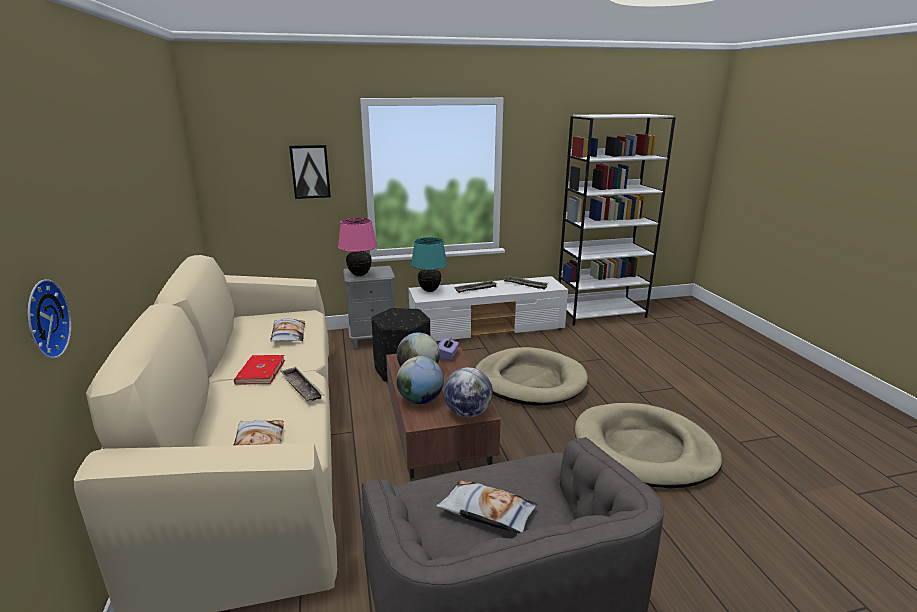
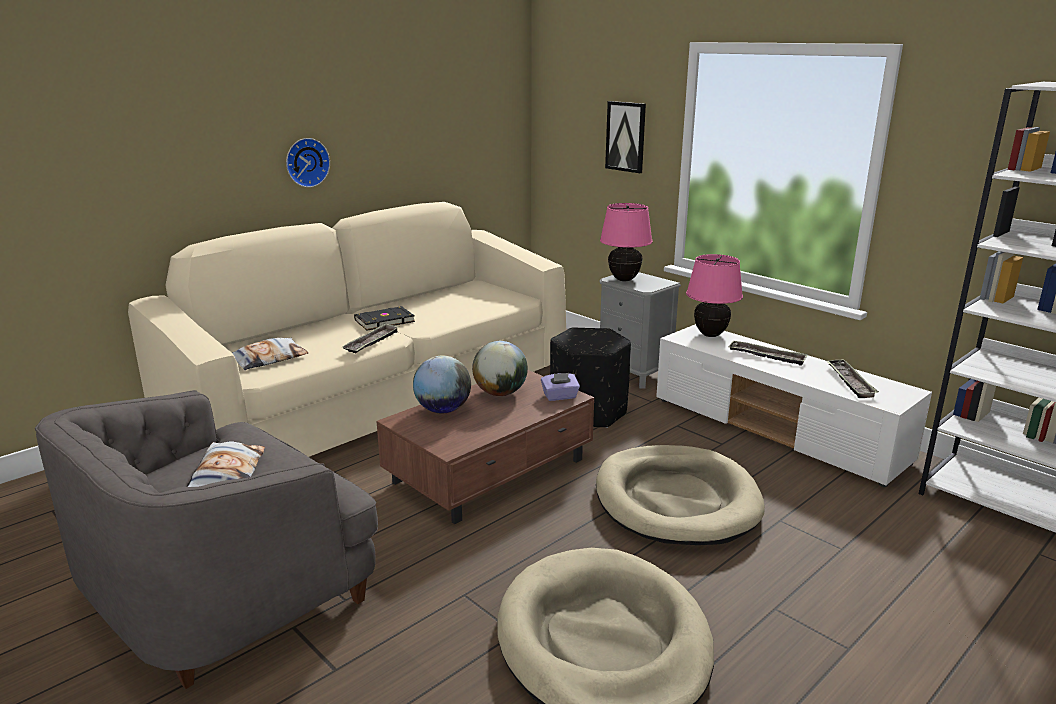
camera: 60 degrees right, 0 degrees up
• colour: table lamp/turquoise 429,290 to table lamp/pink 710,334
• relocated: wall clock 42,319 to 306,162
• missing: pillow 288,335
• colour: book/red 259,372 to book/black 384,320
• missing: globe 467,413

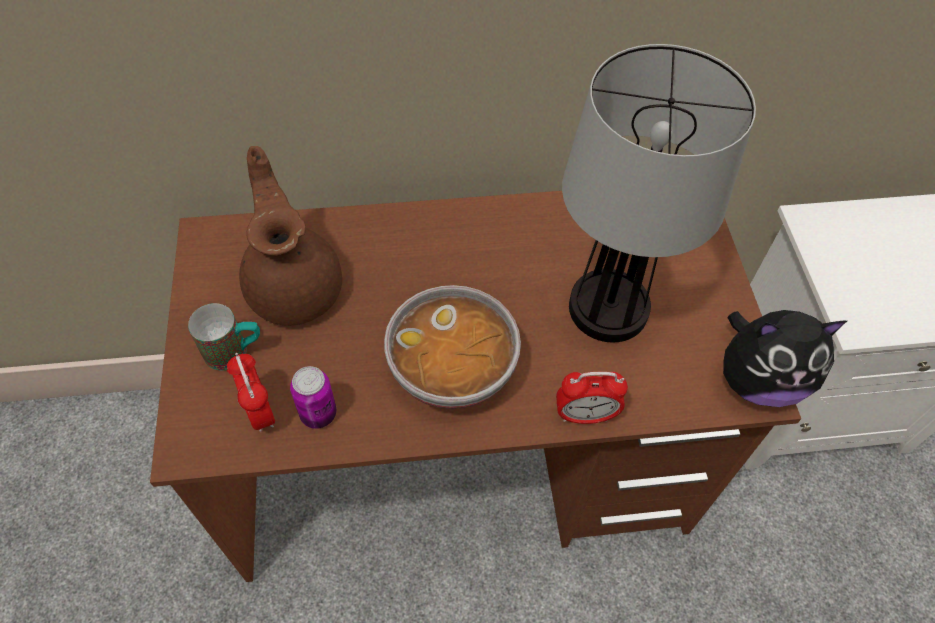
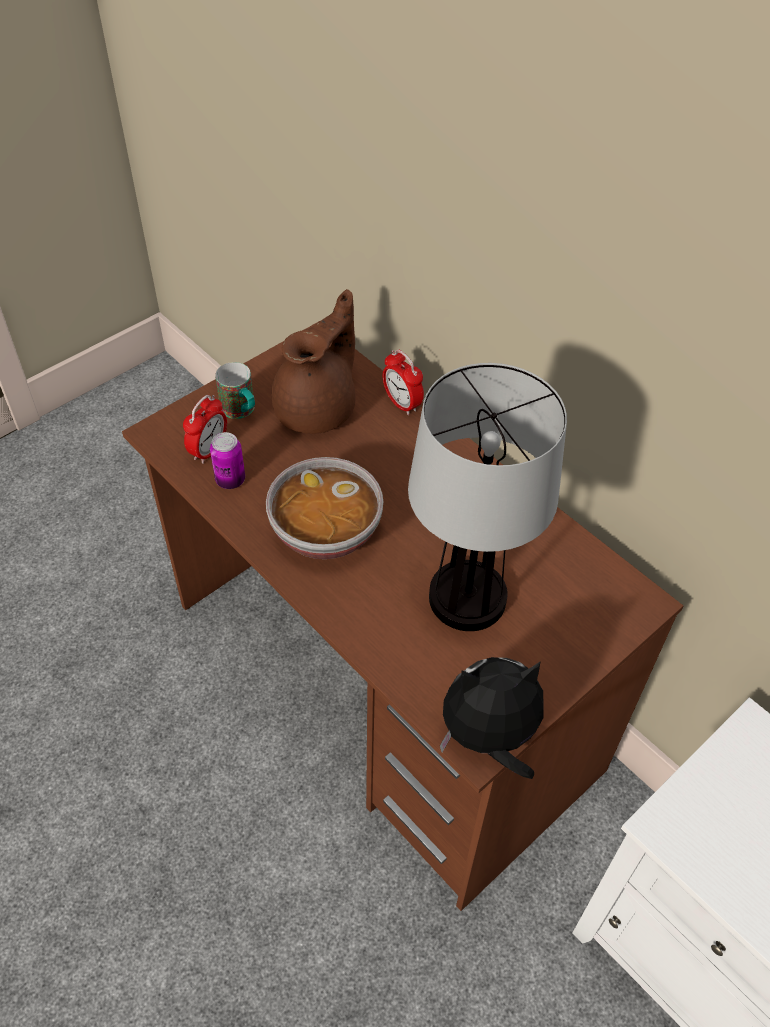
camera: 55 degrees right, 5 degrees down
• spun: plush toy 757,380 = 489,738 120 degrees clockwise
• relocated: alarm clock 585,415 to 402,404

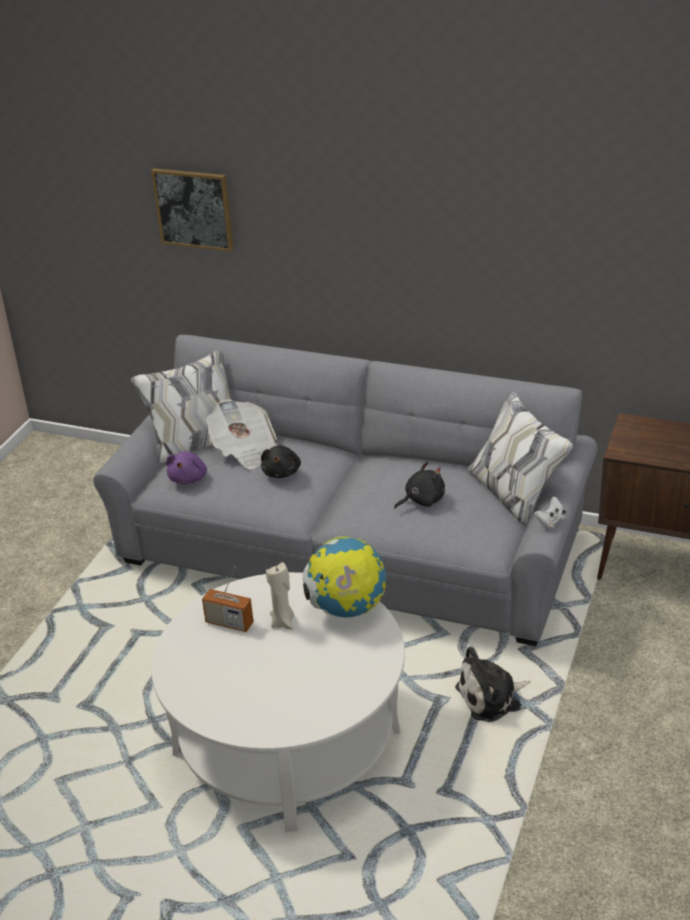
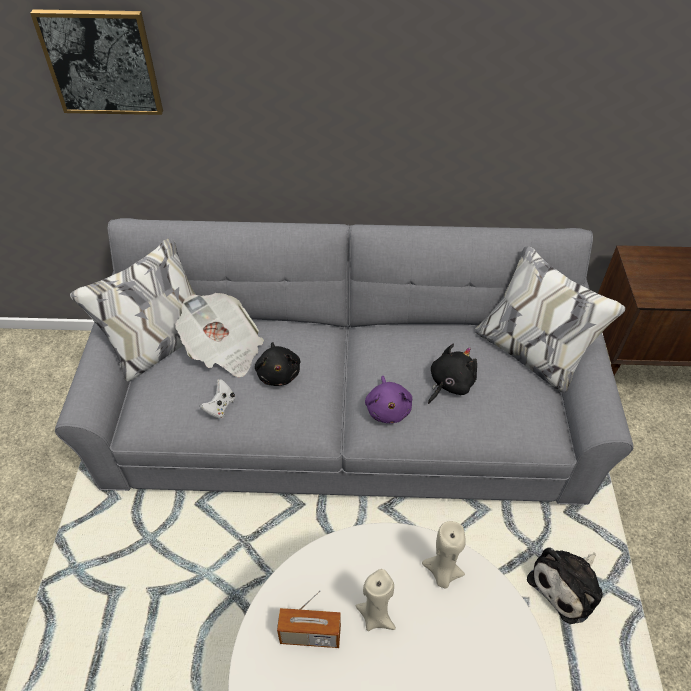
camera: 20 degrees left, 15 degrees up
• relocated: plush toy/purple 189,478 to 388,409
• relocated: game controller/white 550,522 to 220,407
• exchanged: globe 347,609 to candle/beige 442,573

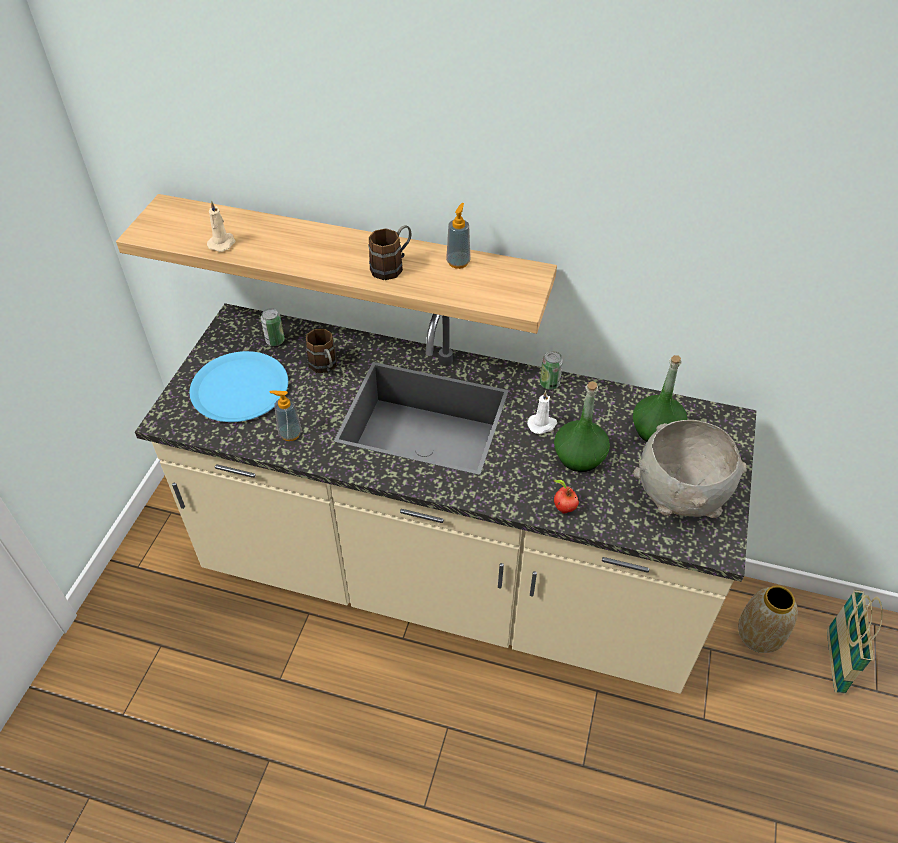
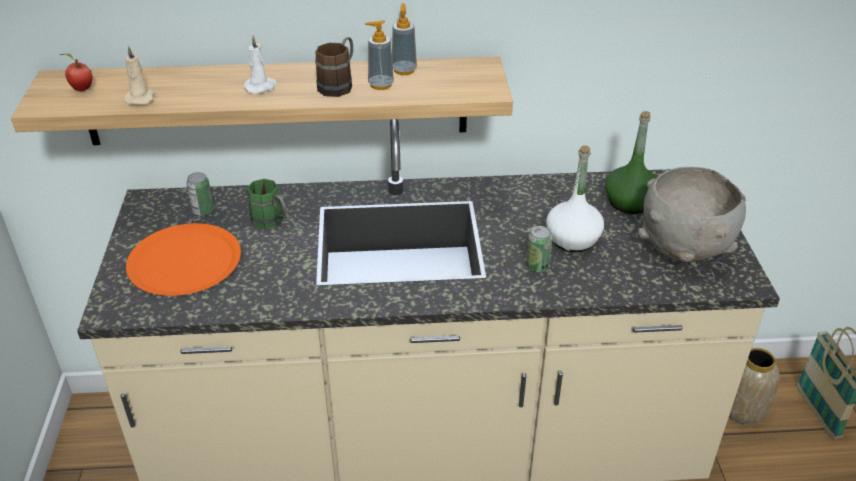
camera: 20 degrees left, 10 degrees down
• colour: mug/brown 325,367 to mug/green 272,222
• colour: plate/blue 240,388 to plate/orange 185,261
• relocated: can 549,383 to 537,266
• colour: bottle/green 579,457 to bottle/white 573,240
• relocated: soap dispenser 290,434 to 380,85
• relocated: candle/white 542,424 to 261,87
• relocated: apple 563,508 to 81,89

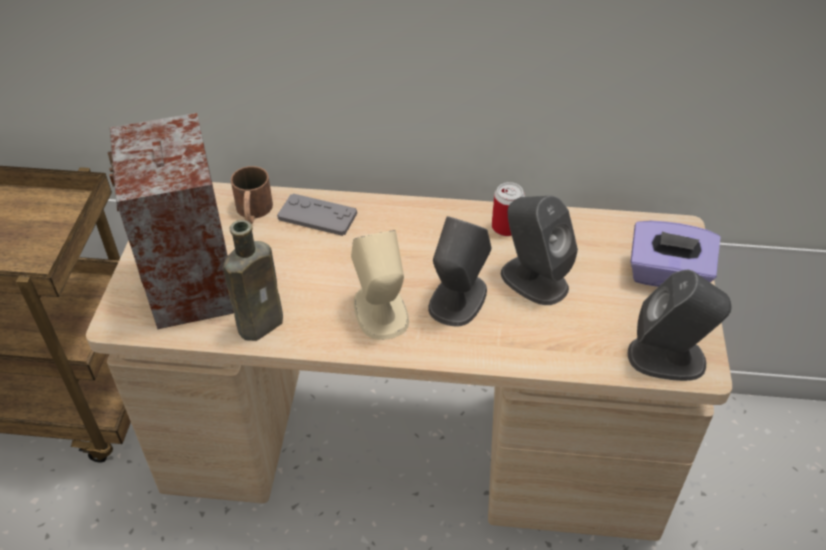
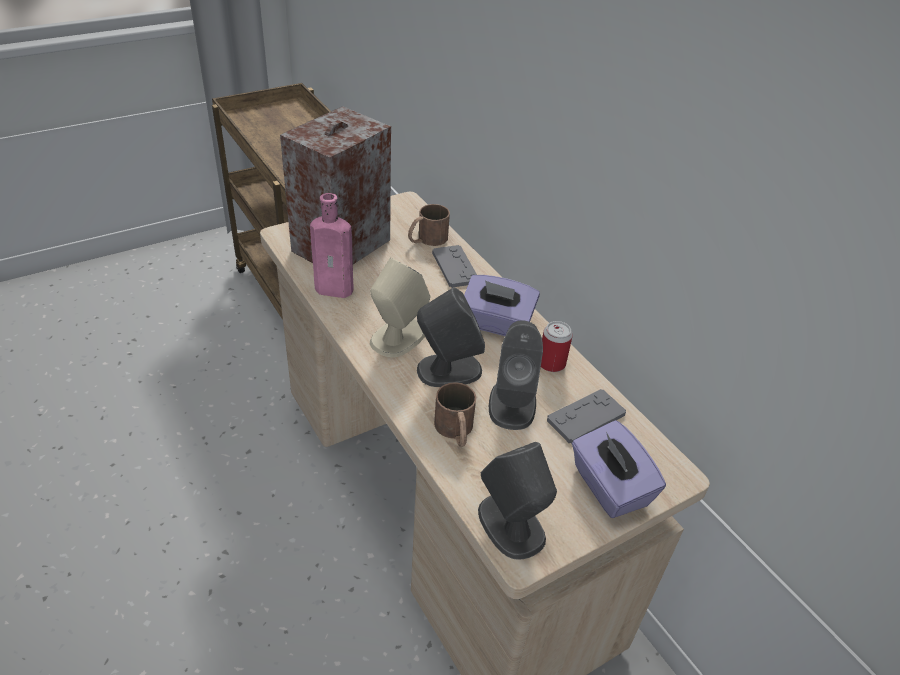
camera: 50 degrees right, 5 degrees down
• colour: bottle/brown 263,322 to bottle/pink 337,290
• appeared: tissue box/purple 496,324
• appeared: mug/brown 455,431
• appeared: game controller/grey 586,417

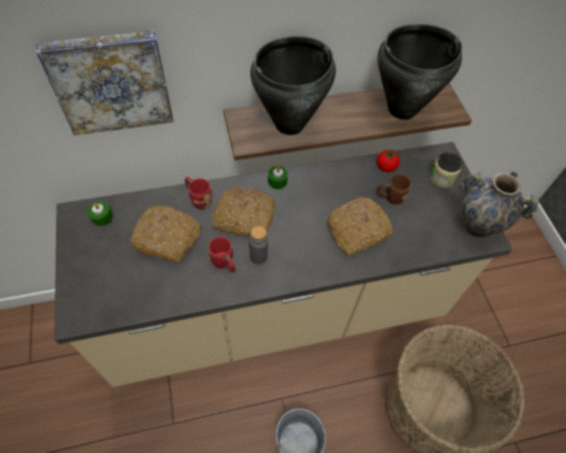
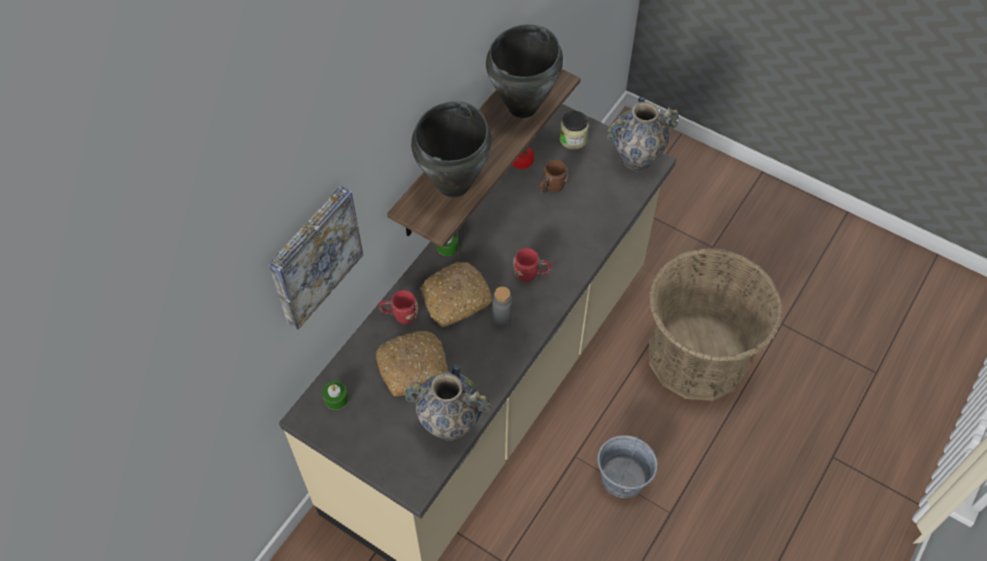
camera: 40 degrees left, 0 degrees up
• missing: bread 357,231
• relocated: mug/red 224,264 to 531,274
• appeared: vase 450,426

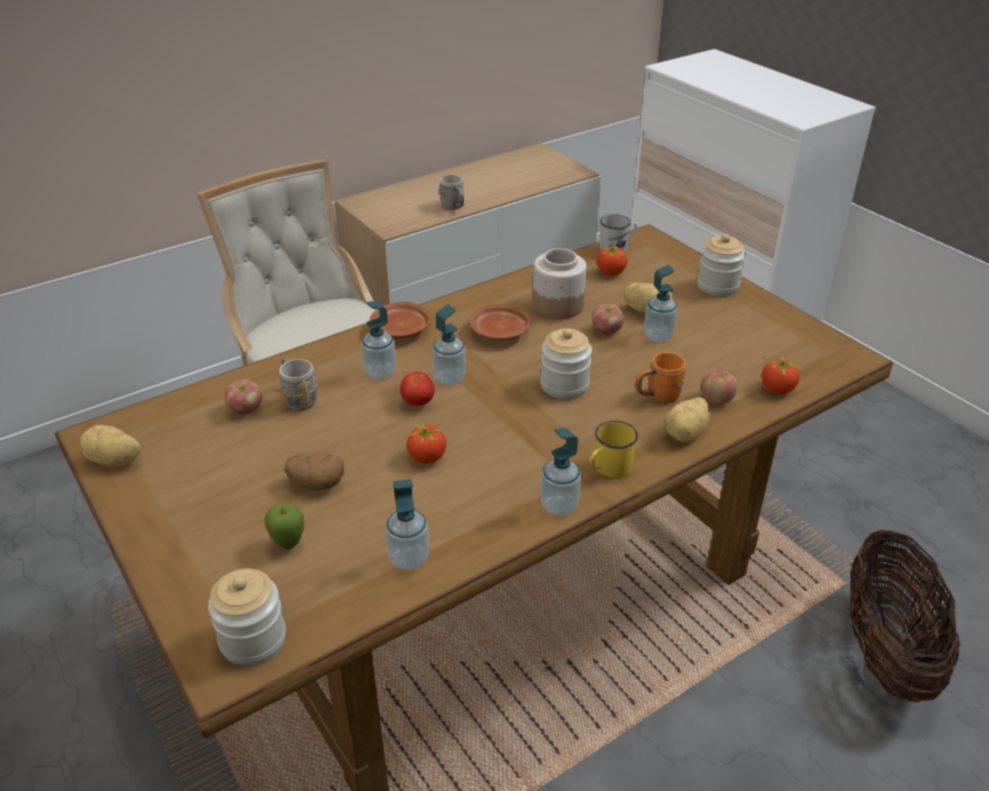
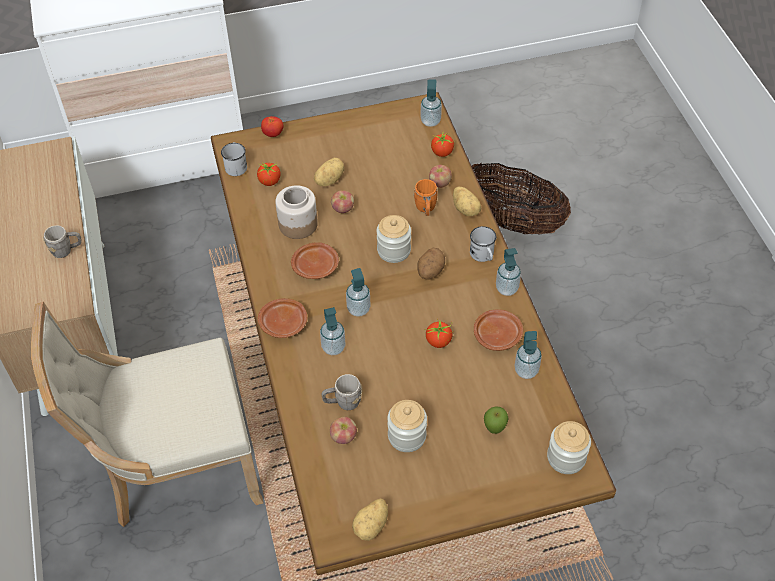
camera: 70 degrees left, 15 degrees up
• relocated: jar 717,286 to 407,436
• relocated: soap dispenser 658,336 to 430,121
• relocated: tomato 418,402 to 273,134
• colour: mug/yellow 608,468 to mug/white 483,256
• relocated: potato 316,484 to 430,271
• appeared: plate/brown 497,335

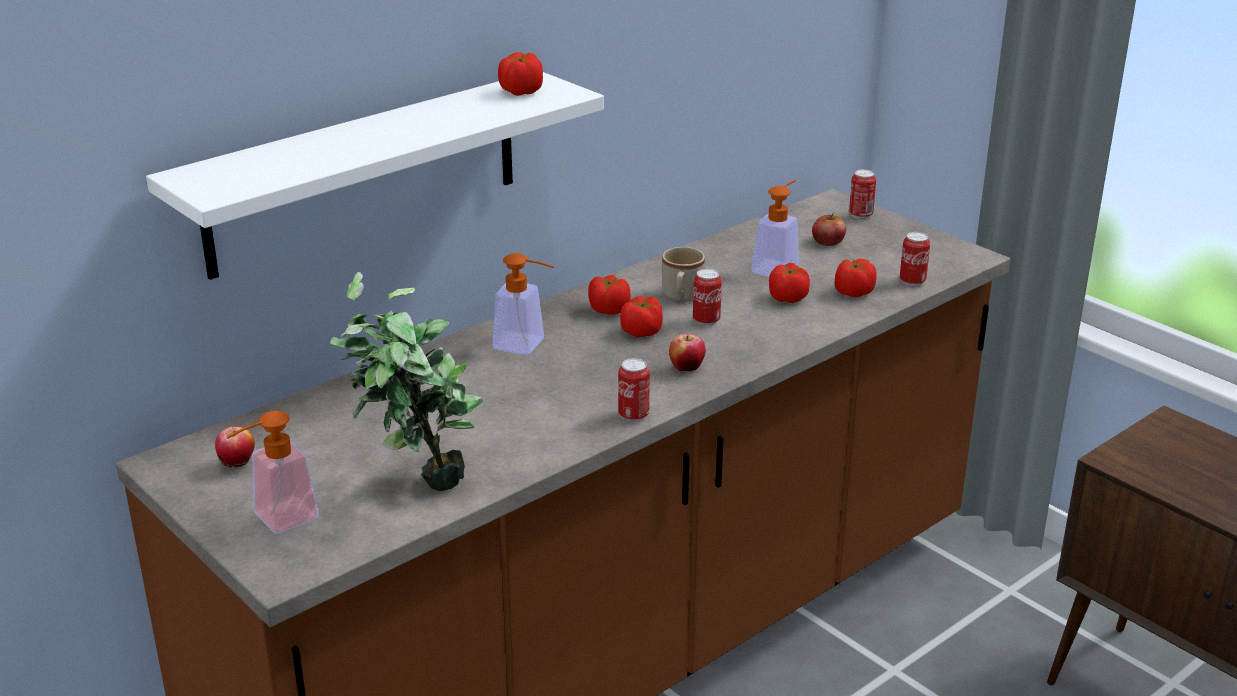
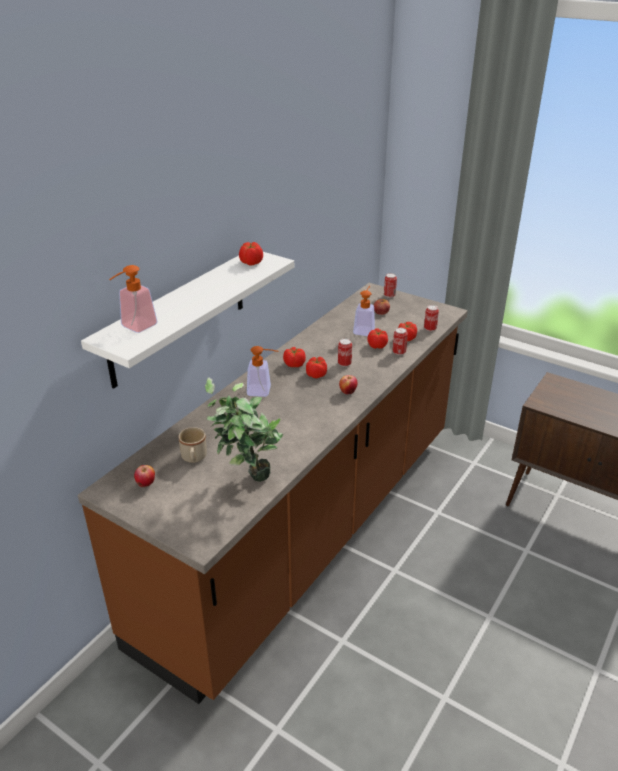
camera: 15 degrees left, 5 degrees up
• relocated: mug/beige 681,297 to 194,458
• relocated: can 633,415 to 399,352
• relocated: soap dispenser 276,520 to 134,327

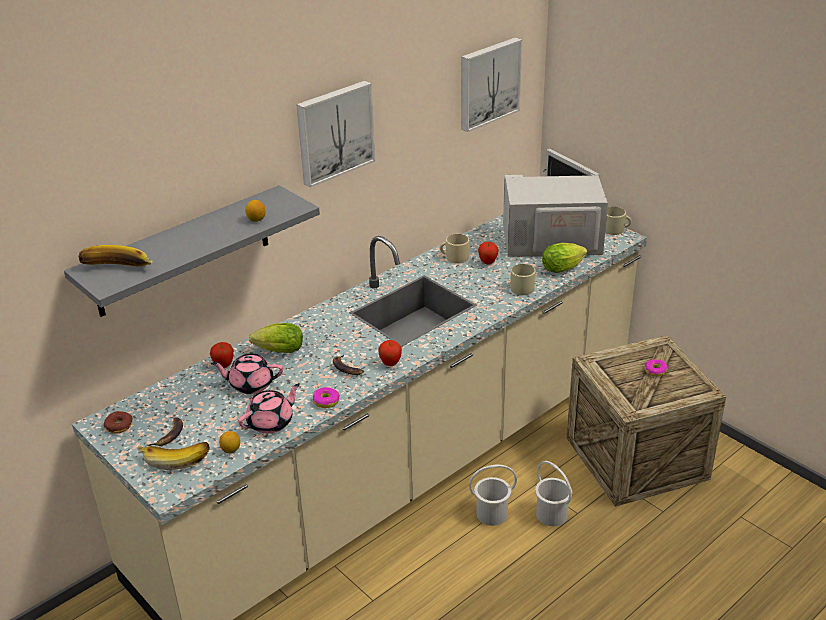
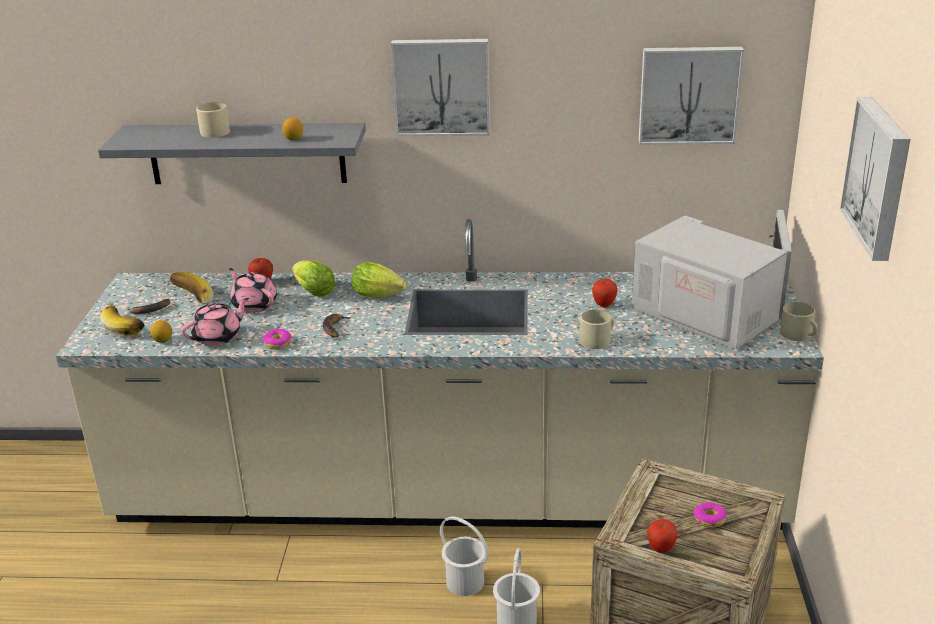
camera: 45 degrees right, 5 degrees down
• relocated: mug/beige 454,257 to 213,131
• relocated: lettuce 564,268 to 381,296
• relocated: banana 117,270 to 190,299
• relocated: apple 390,364 to 661,549
• spun: teapot/pink 271,422 = 218,337 45 degrees counterclockwise
• missing: donut 119,426
• appeared: picture 880,177

